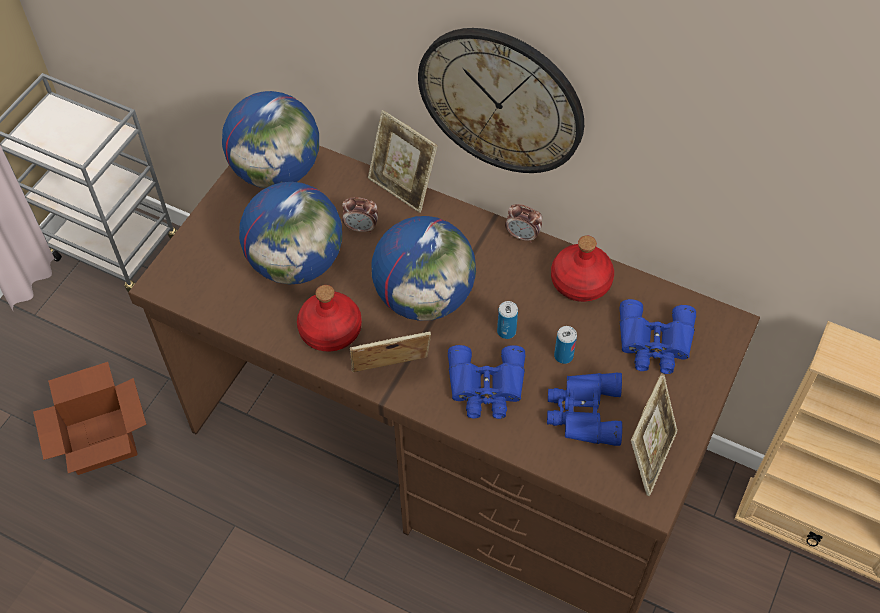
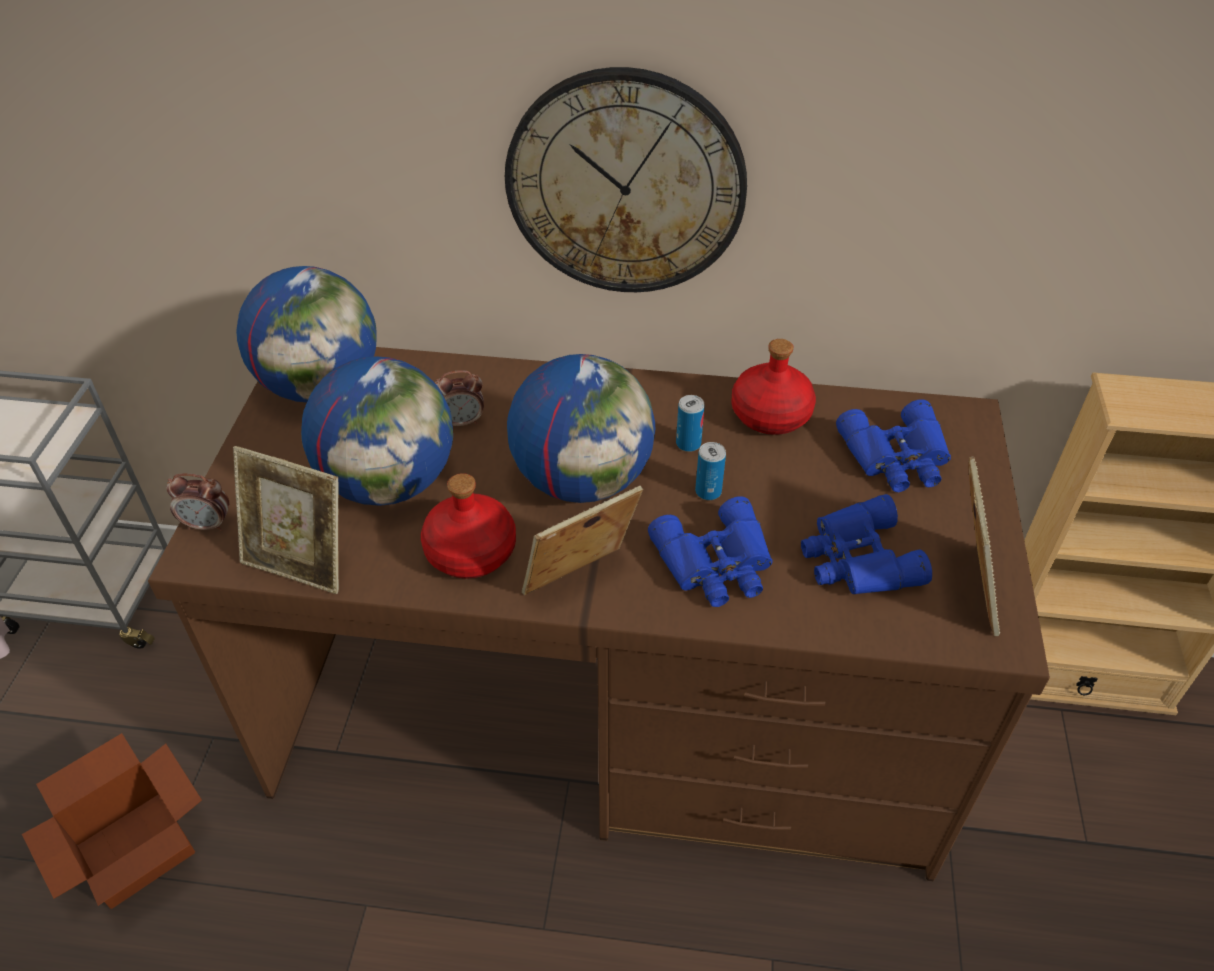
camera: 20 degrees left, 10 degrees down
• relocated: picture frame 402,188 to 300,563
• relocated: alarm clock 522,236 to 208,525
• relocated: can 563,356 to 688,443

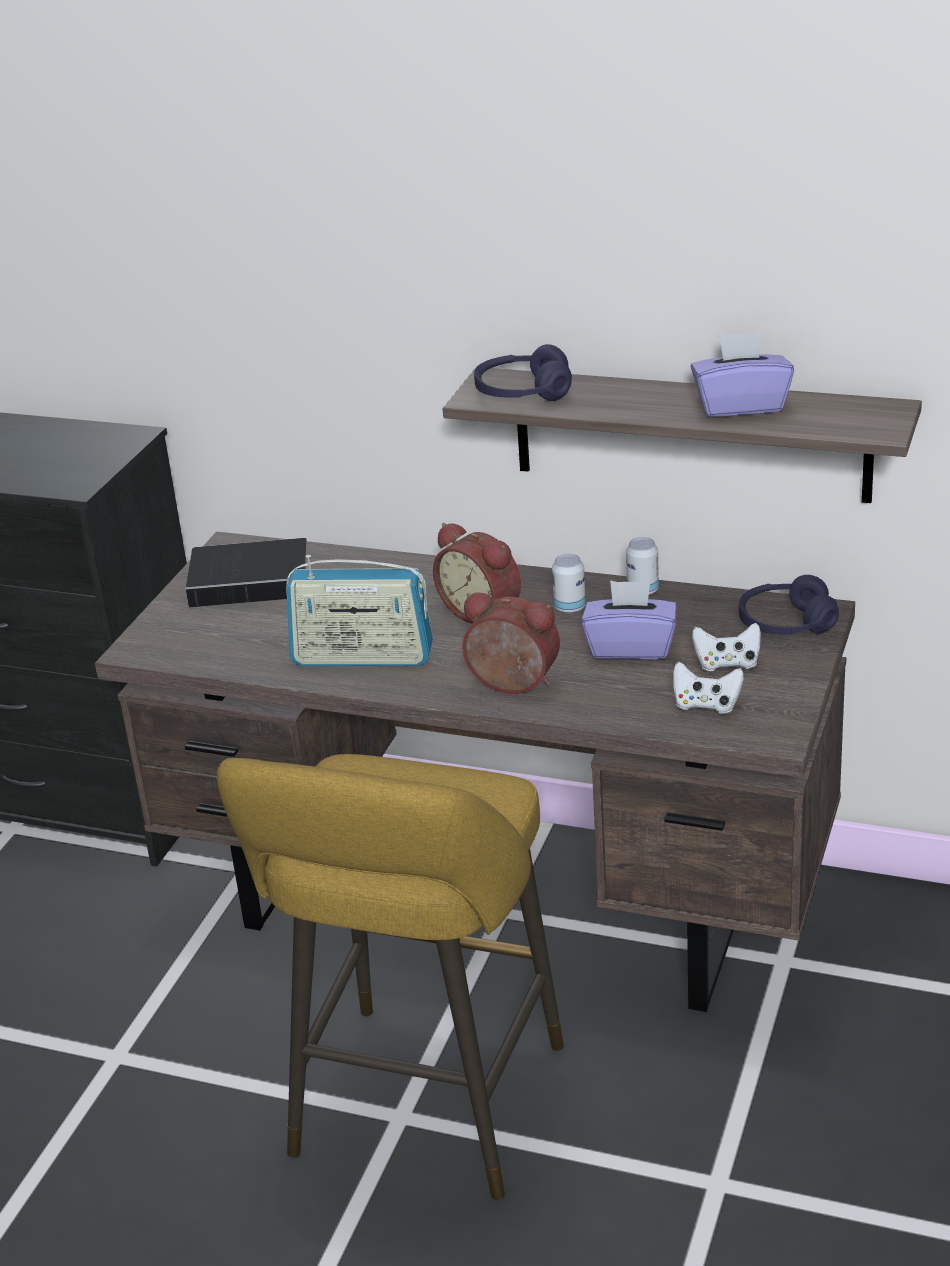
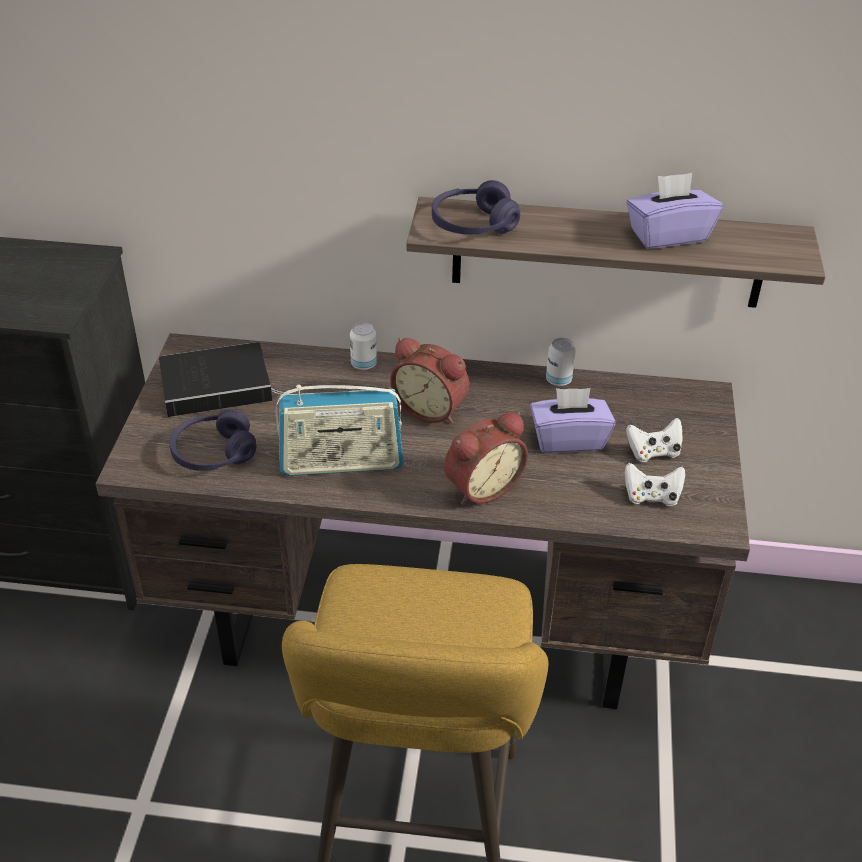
camera: 15 degrees left, 10 degrees up
• relocated: can 570,608 to 363,364
• relocated: headphones/purple 786,624 to 213,453
• spun: alarm clock 511,686 = 481,486 135 degrees clockwise

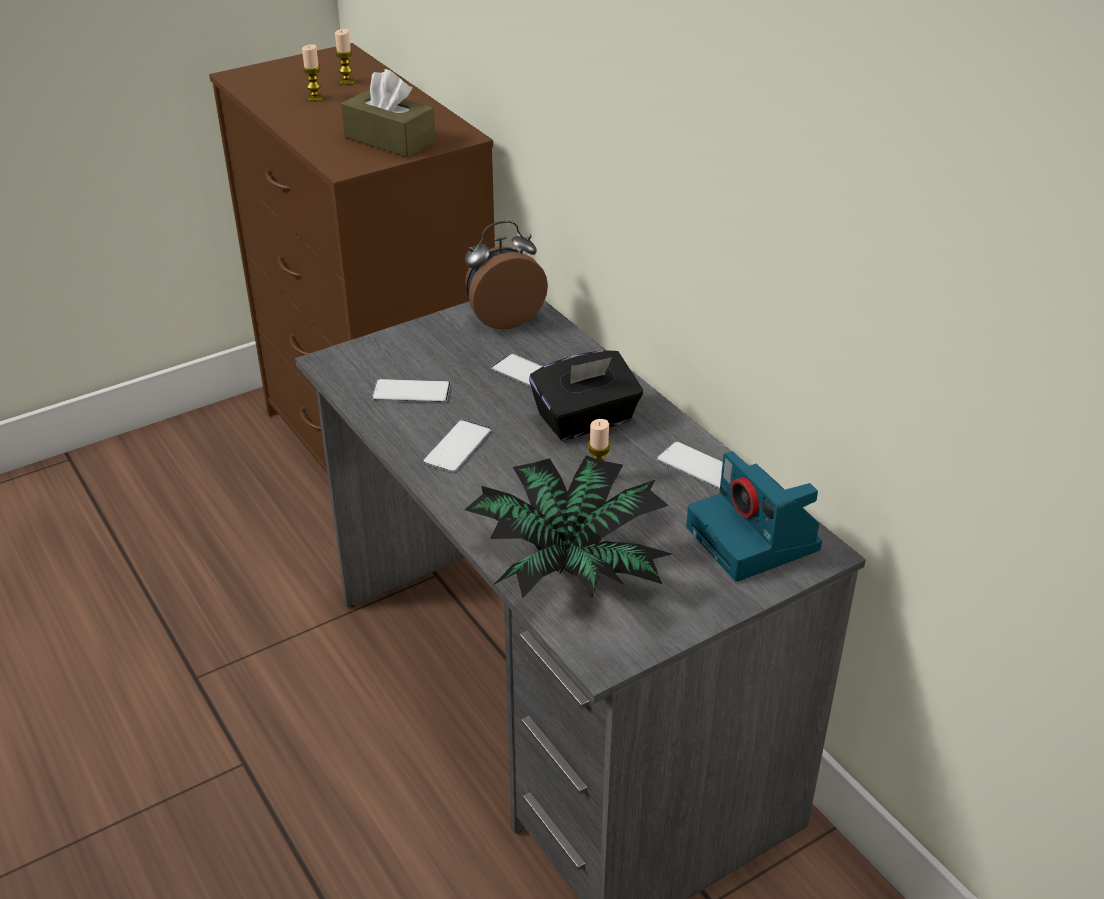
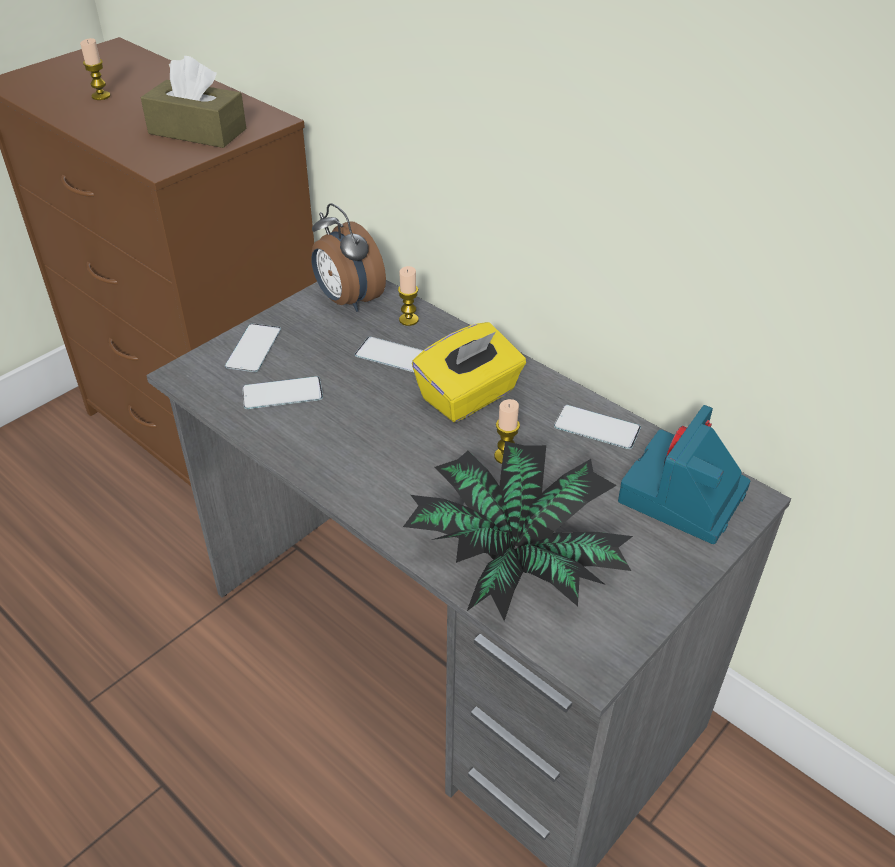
camera: 15 degrees left, 5 degrees up
• relocated: candle 346,81 to 408,320
• spun: alarm clock 503,318 = 347,301 90 degrees counterclockwise
• colour: tissue box/black 586,420 to tissue box/yellow 469,396
• relocated: phone 457,446 to 253,348
• spun: photo camera 755,539 = 683,497 75 degrees clockwise

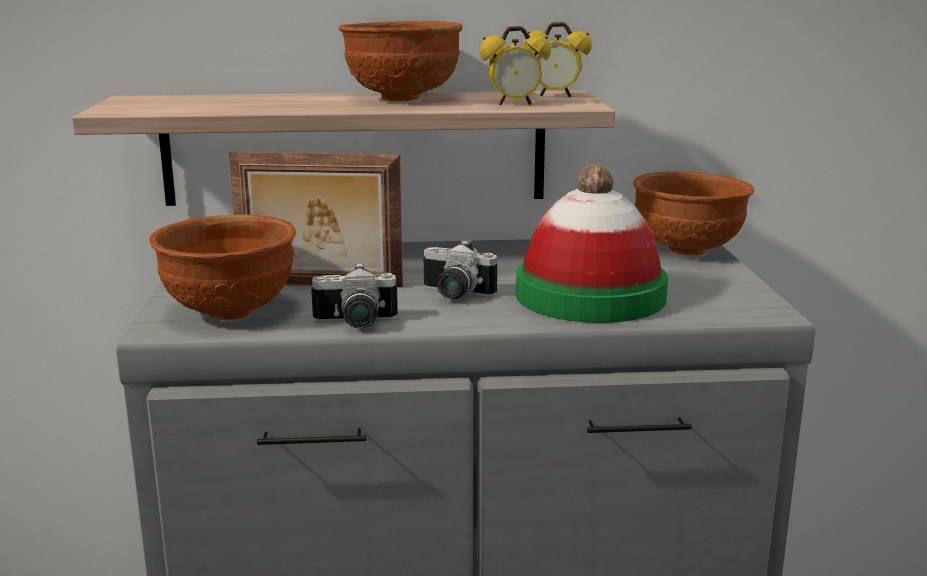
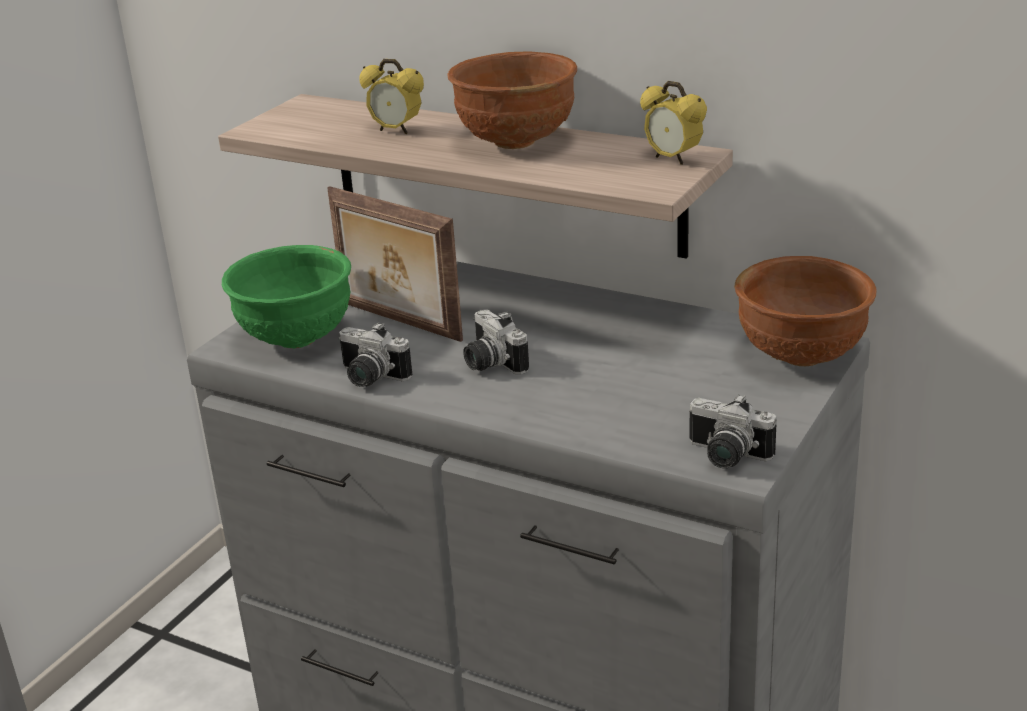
camera: 35 degrees right, 10 degrees up
• relocated: alarm clock 514,104 to 396,130
• missing: hat 590,296
• colour: bowl/brown 228,313 to bowl/green 295,339
• appeared: photo camera 725,457

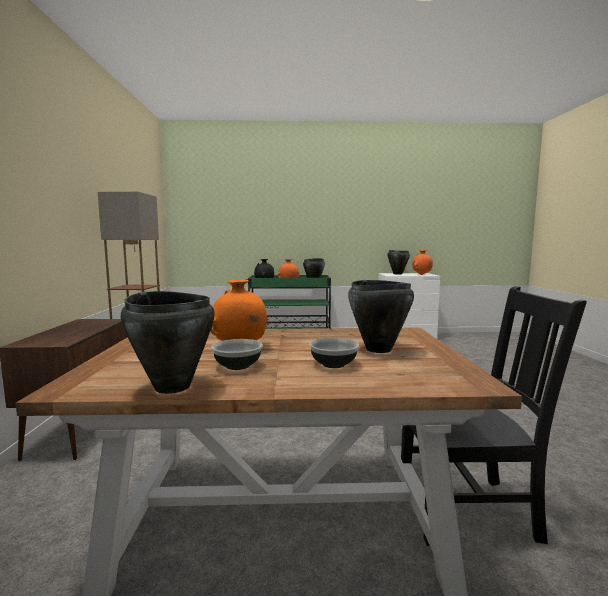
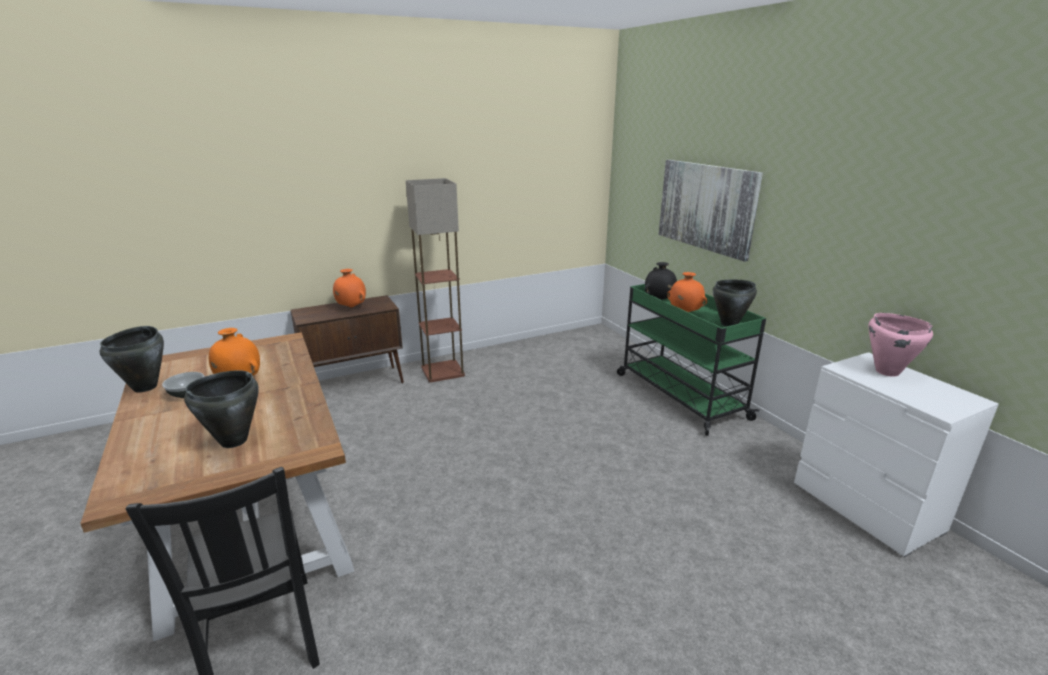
camera: 65 degrees right, 15 degrees up
• colour: cooking pot/black 397,274 to cooking pot/pink 886,371
• relocated: vase/orange 421,274 to 351,307
• missing: bowl 334,364
• appeared: picture 706,207

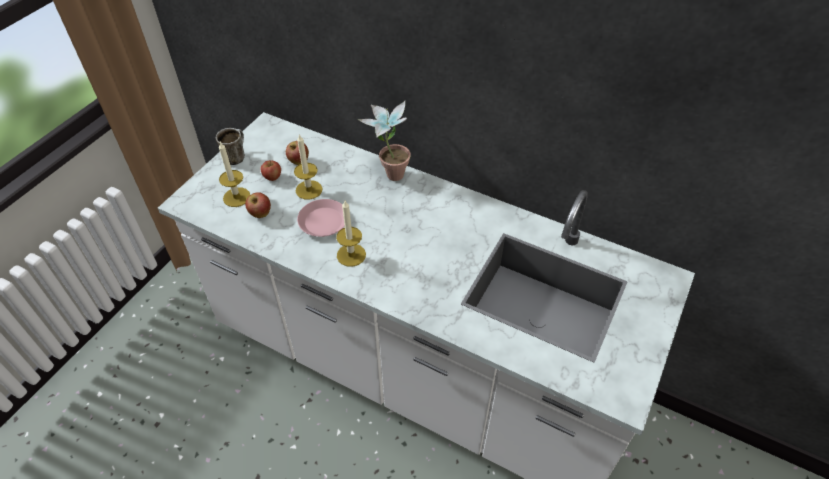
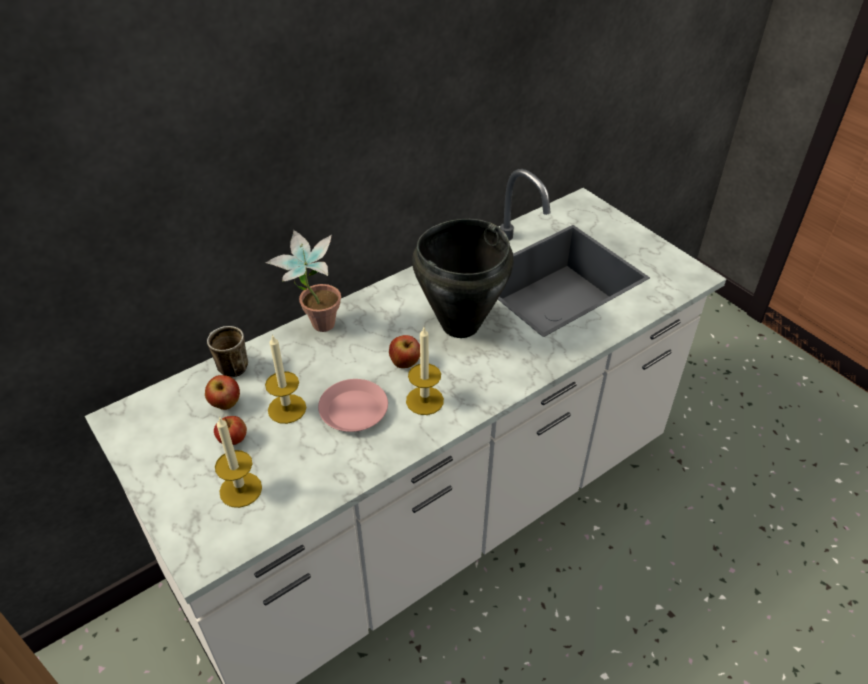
camera: 65 degrees left, 5 degrees down
• relocated: mug 236,156 to 229,366
• relocated: apple 260,214 to 405,364
• appeared: cooking pot/black 459,325

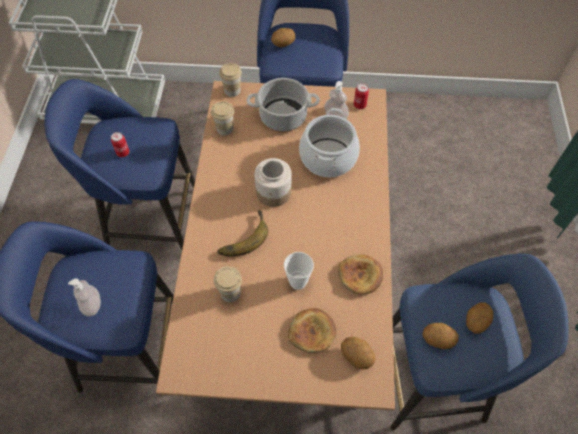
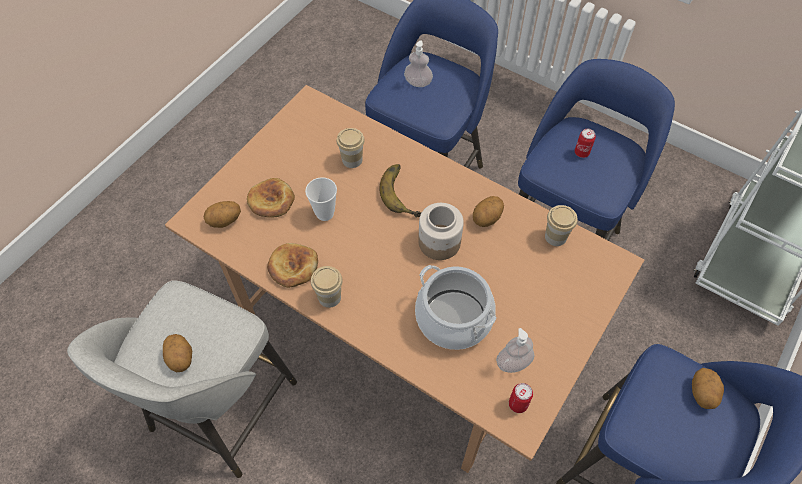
camera: 120 degrees right, 0 degrees up
• relocated: cup 232,90 to 329,297
• missing: cooking pot 282,116
• colour: stool/blue 434,378 to stool/grey 221,409
• relocated: potato 437,339 to 487,218

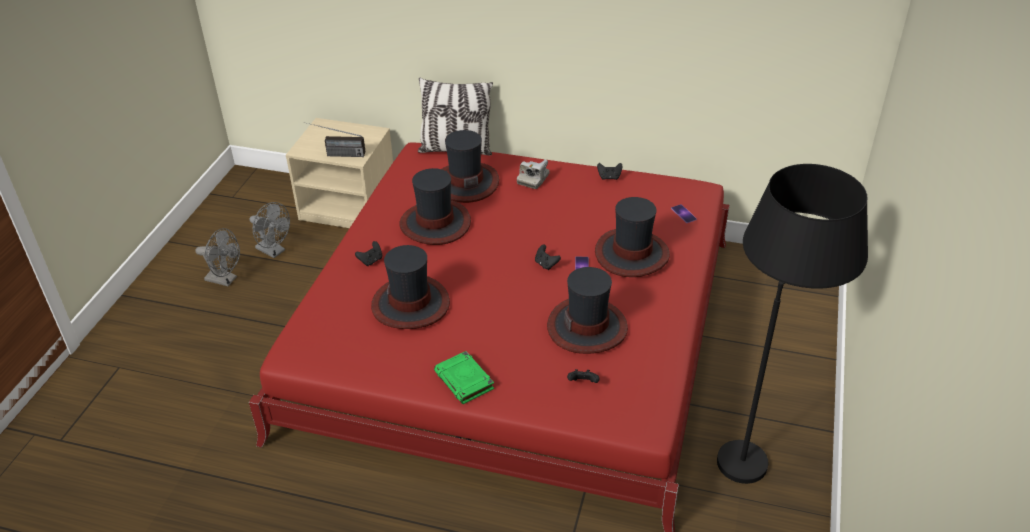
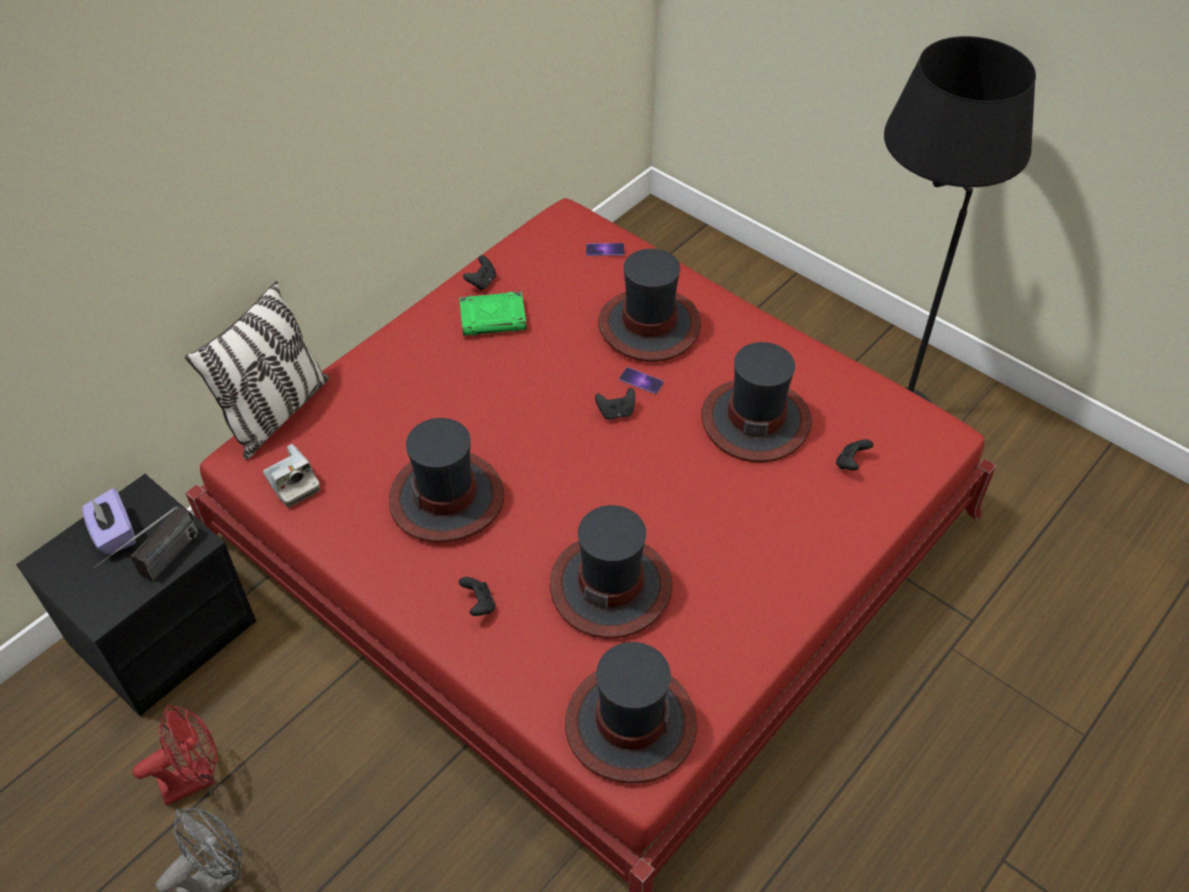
camera: 65 degrees left, 10 degrees up
• colour: nightstand/beige 349,206 to nightstand/black 163,631
• relocated: hat 465,183 to 630,724
• relocated: photo camera 533,179 to 292,483
• colour: fan/grey 274,251 to fan/red 195,778
• relocated: book/green 464,381 to 494,318
• appeared: tissue box/purple 114,534

